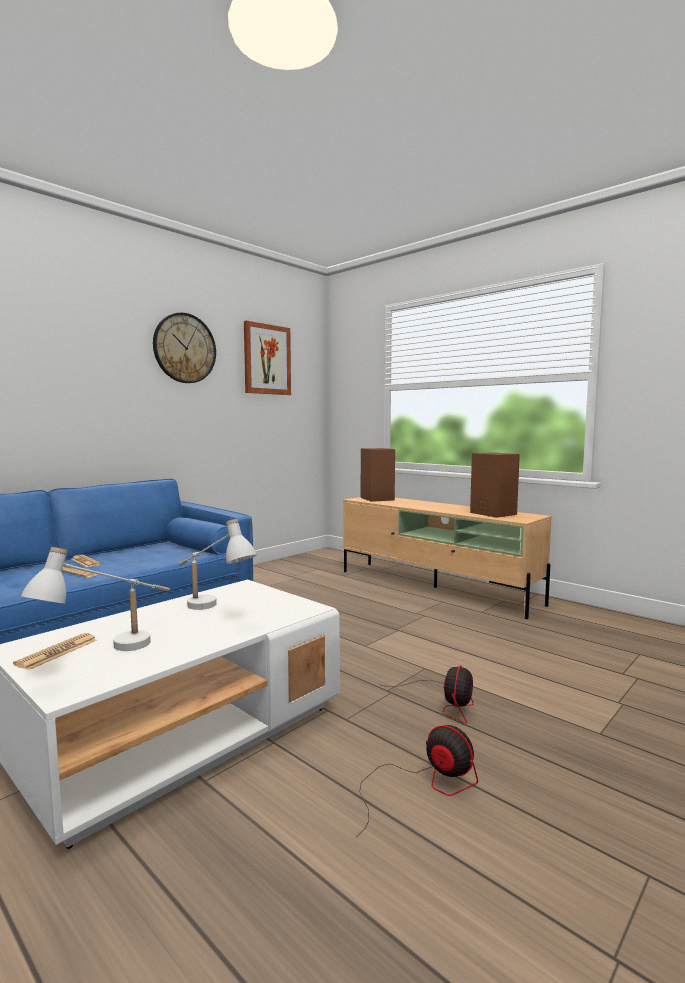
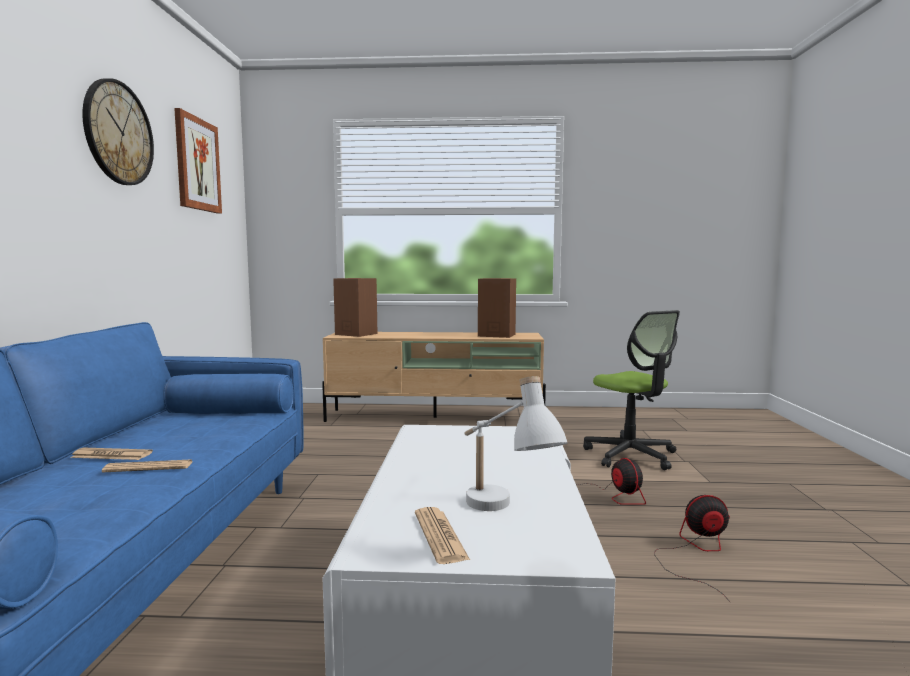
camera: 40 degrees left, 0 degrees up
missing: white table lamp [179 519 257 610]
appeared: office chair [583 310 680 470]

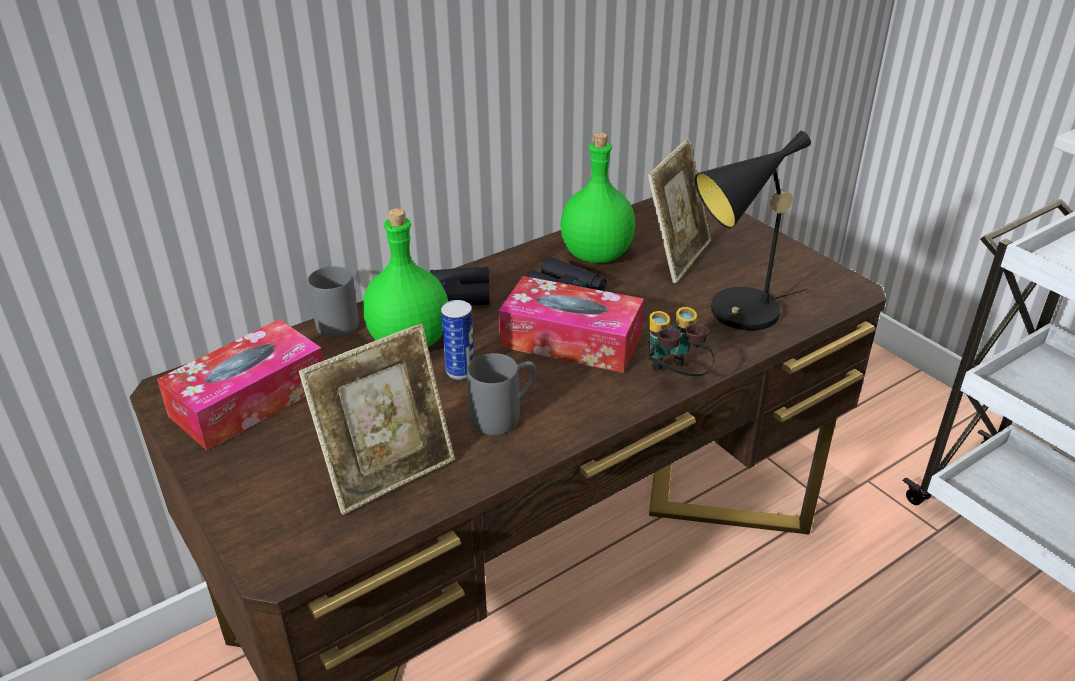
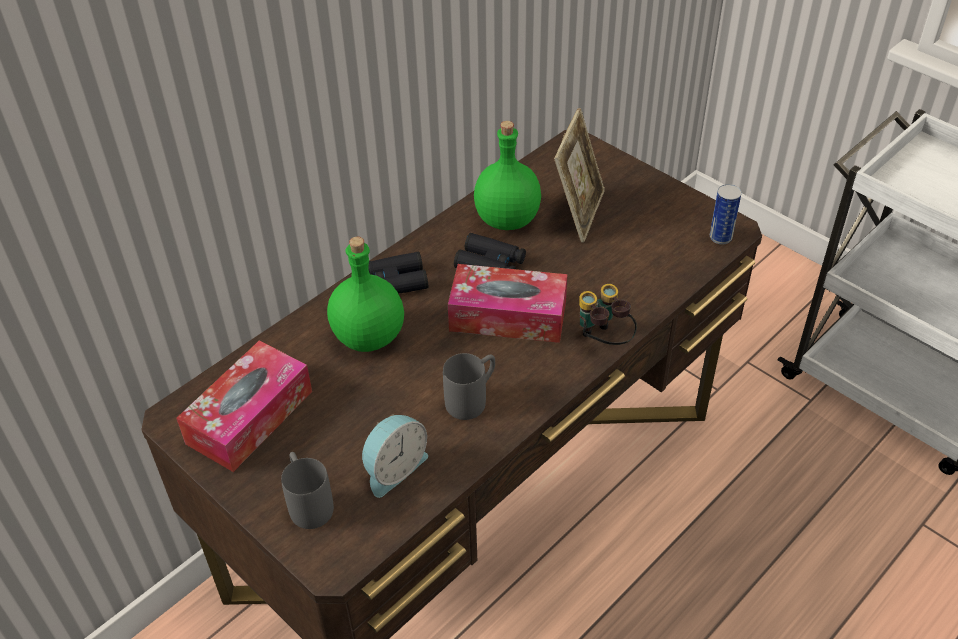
camera: 10 degrees left, 10 degrees up
missing: black table lamp [695 131 811 331]
relocated: grey mug [308 266 359 338] to [281 452 334 529]; can [441 300 474 380] to [710 184 742 245]
exchanged: picture frame [299 324 455 515] to alarm clock [362 414 428 498]

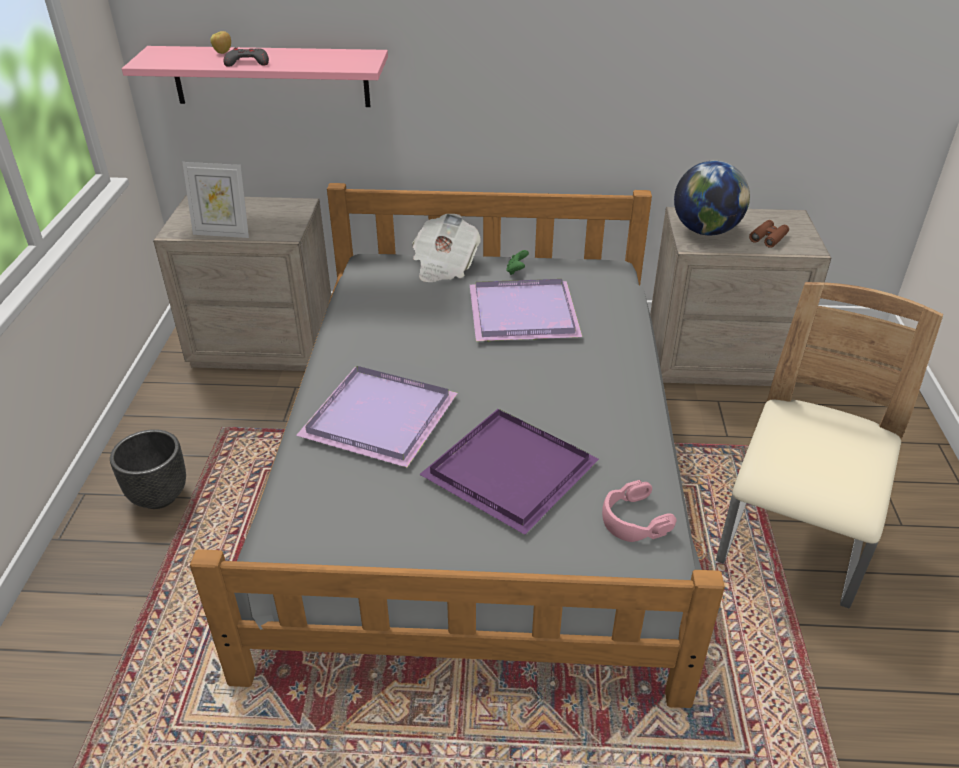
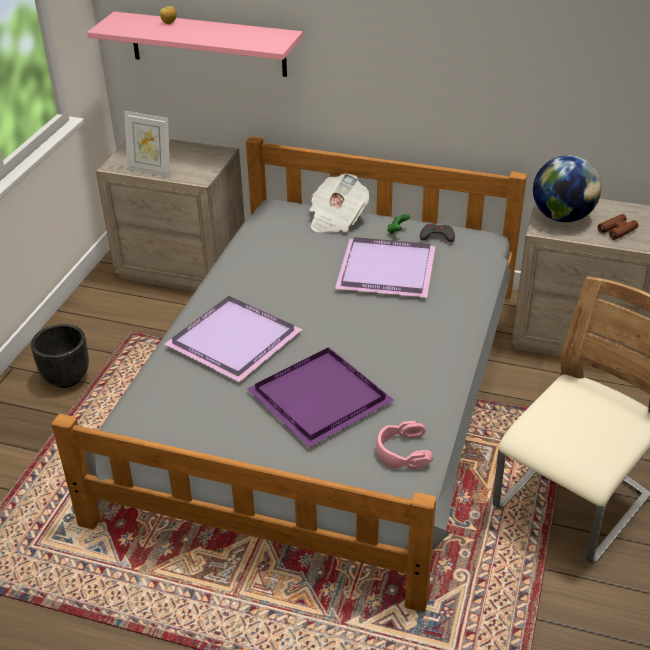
camera: 15 degrees right, 0 degrees up
relocated: grey game controller [224 47 269 67] to [420 224 455 242]

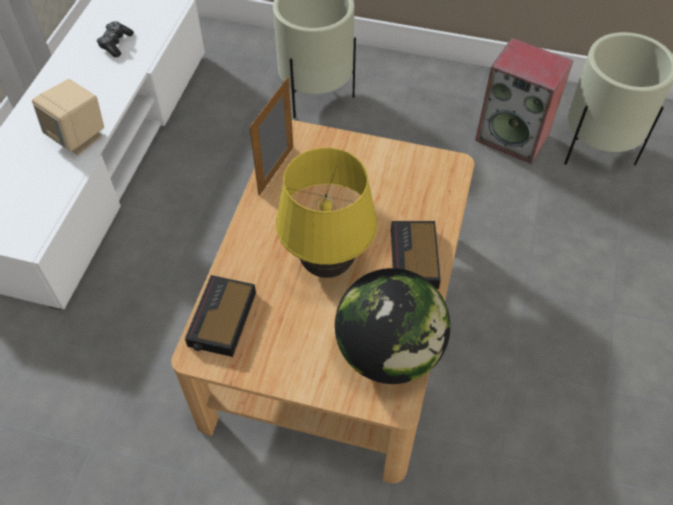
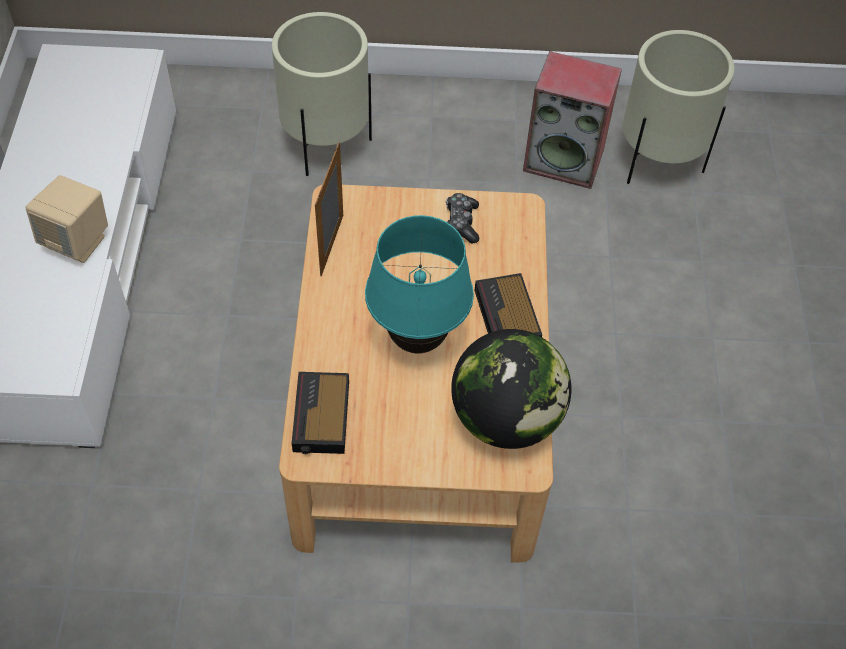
camera: 15 degrees left, 0 degrees up
relocated: game controller [97 21 134 57] to [446 193 479 243]
colour: yellow table lamp [276 147 377 278] to turquoise table lamp [365 215 474 354]

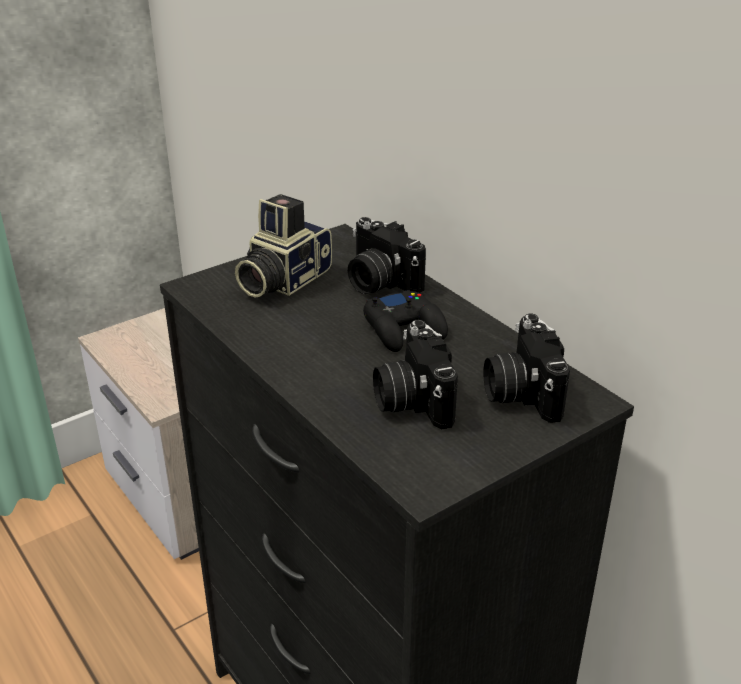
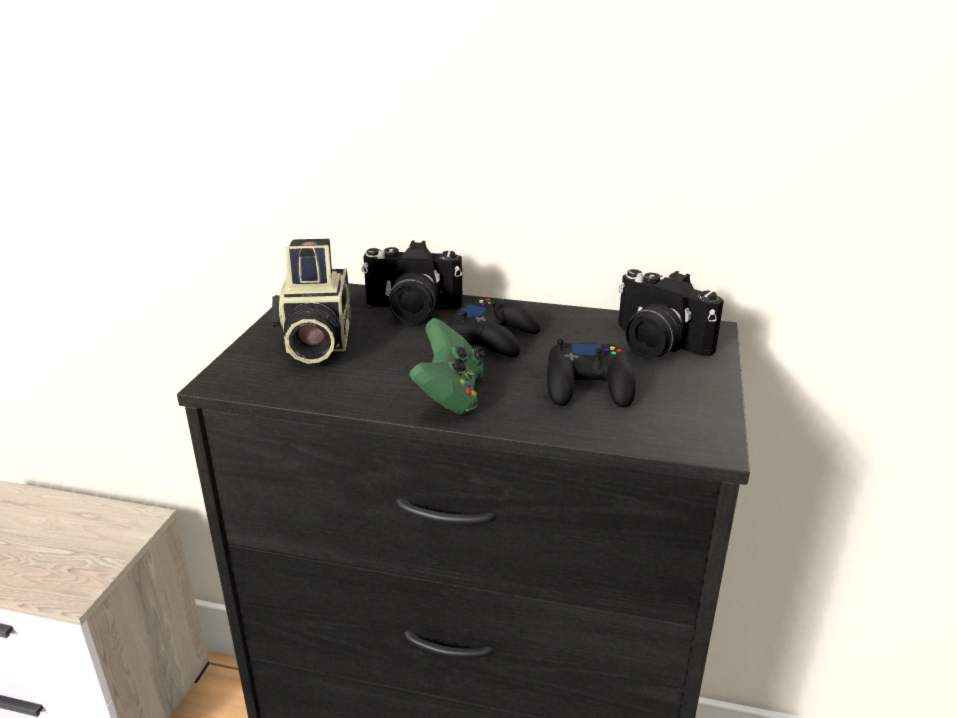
camera: 40 degrees left, 5 degrees down
appeared: green game controller [409 318 485 414]
exchanged: photo camera [373 320 458 429] to black game controller [547 339 636 408]

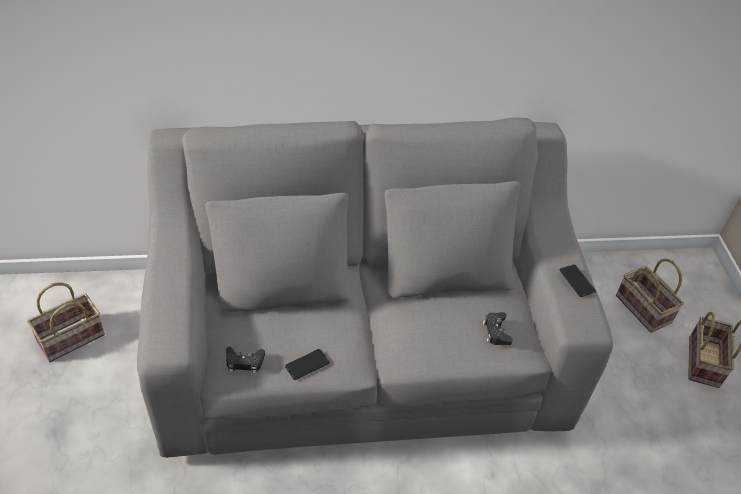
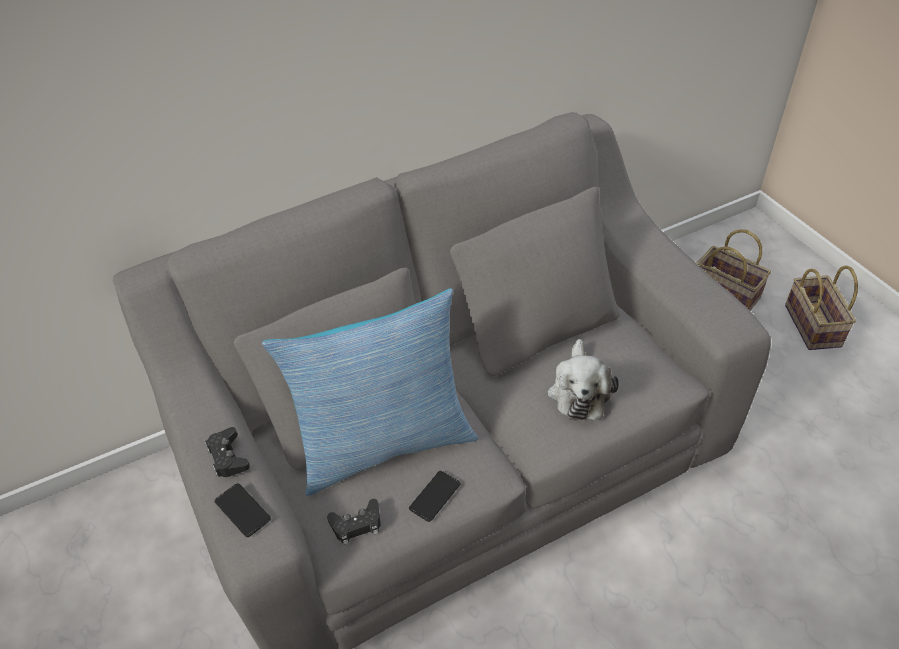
camera: 15 degrees left, 0 degrees up
missing: basket [27 283 105 362]
appeared: pillow [262 288 478 496]; plush toy [548 339 619 420]
relocated: phone [559 264 596 297] to [215 483 271 537]; black game controller [483 312 513 345] to [205 427 250 477]

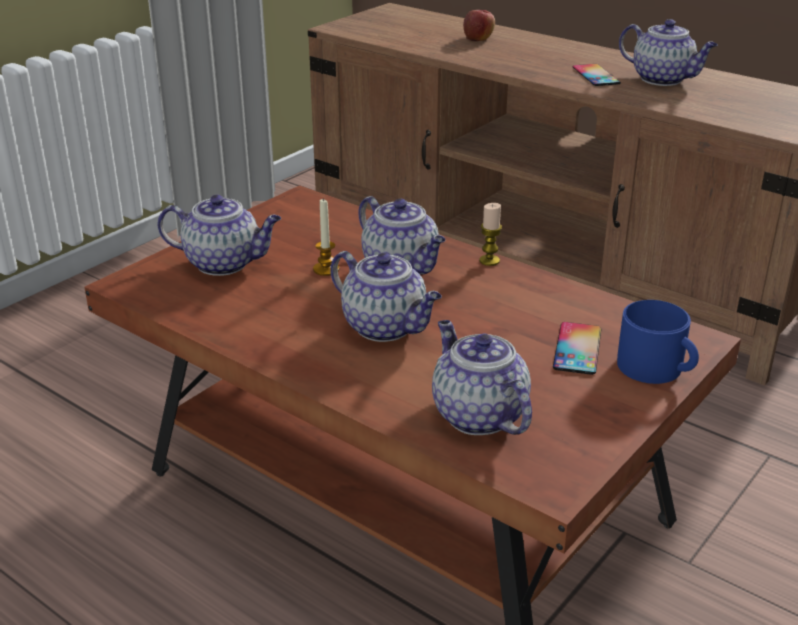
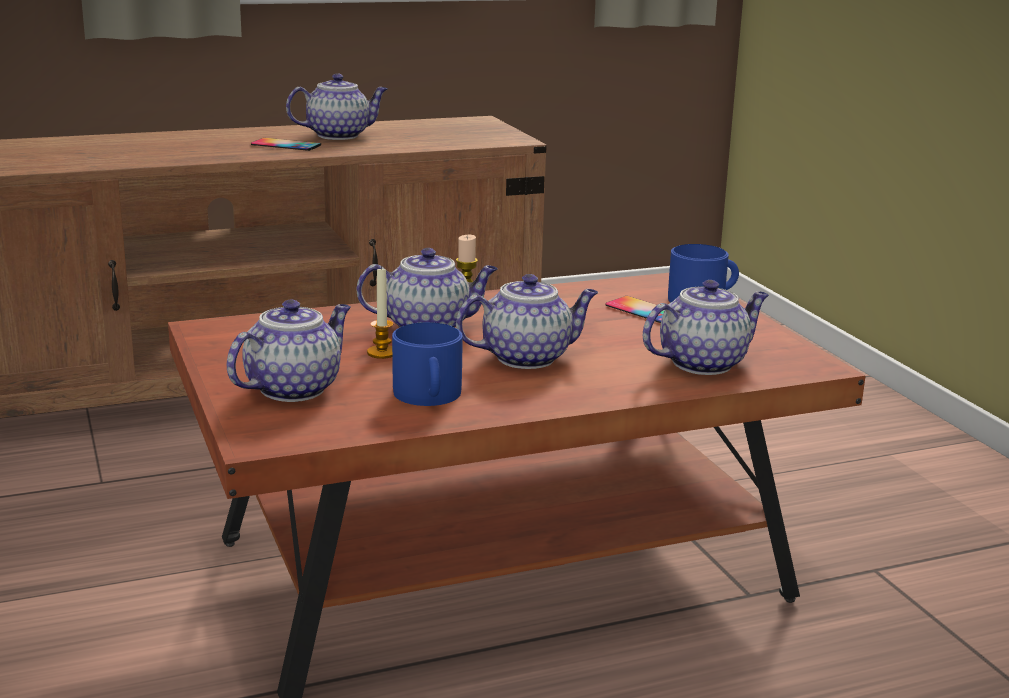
camera: 60 degrees left, 10 degrees down
missing: apple [463 10 495 41]
appeared: blue mug [392 322 463 406]
spun: teapot [432 320 532 435] = [643 280 769 375] 150 degrees clockwise

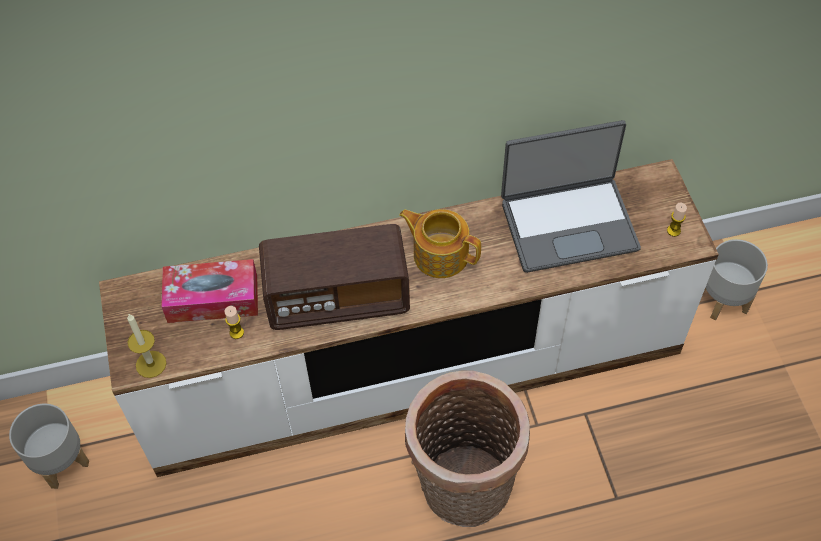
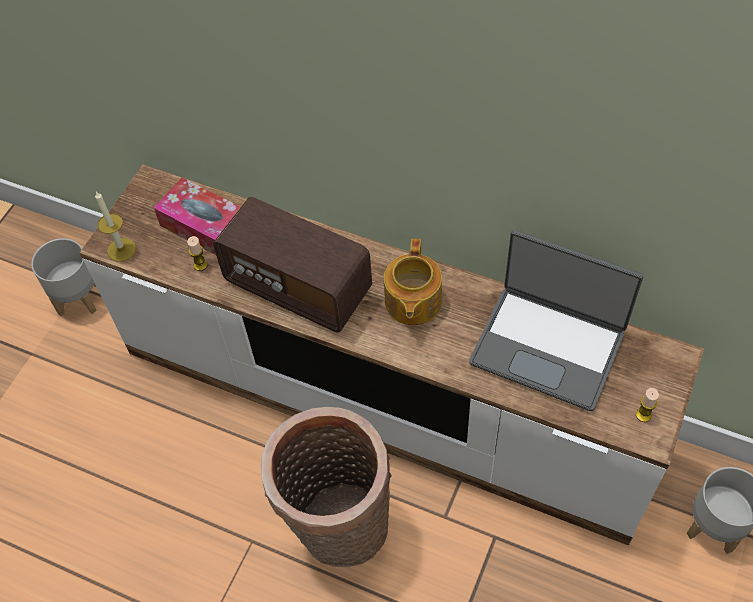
camera: 40 degrees right, 0 degrees up
spun: teapot [399 209 481 278] = [384 239 442 325] 150 degrees counterclockwise

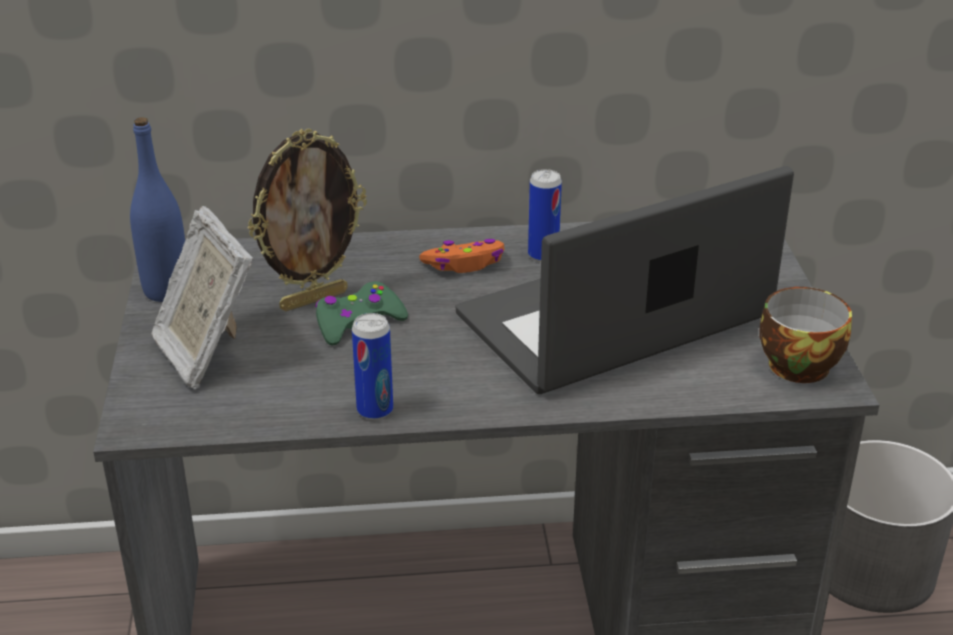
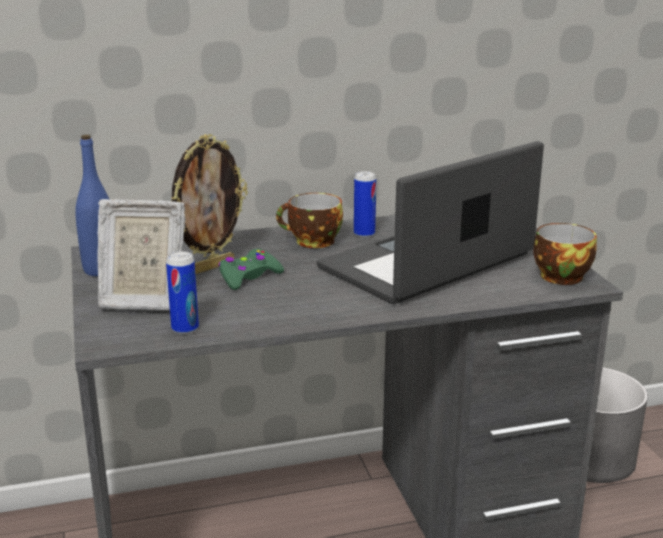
camera: 10 degrees left, 10 degrees down
relocated: can [352 313 393 420] to [166 251 199 334]
exchanged: orange game controller [419 239 505 273] to cup [276 193 343 248]
spun: picture frame [151 206 253 389] = [97 199 186 311] 45 degrees counterclockwise

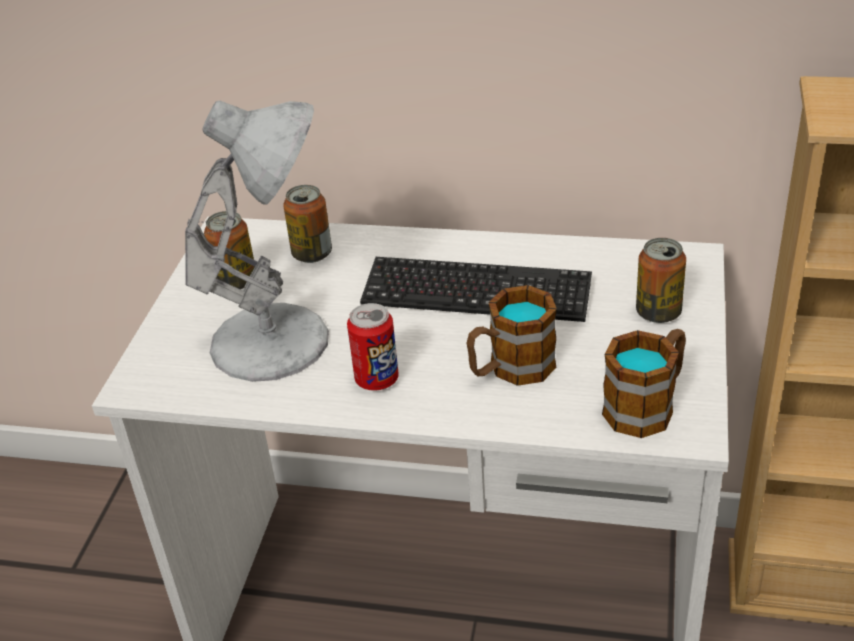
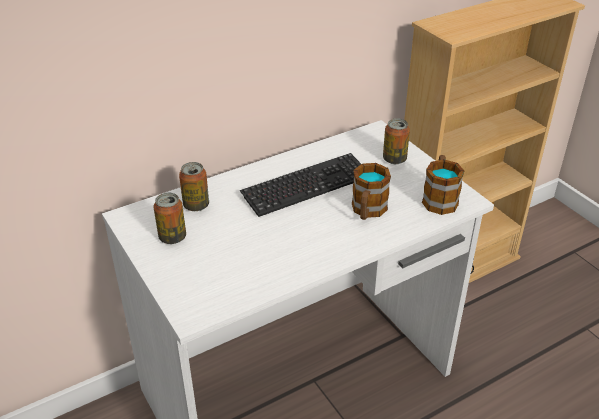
camera: 45 degrees left, 0 degrees up
missing: white table lamp [185 101 329 382]; can [347 303 399 391]

